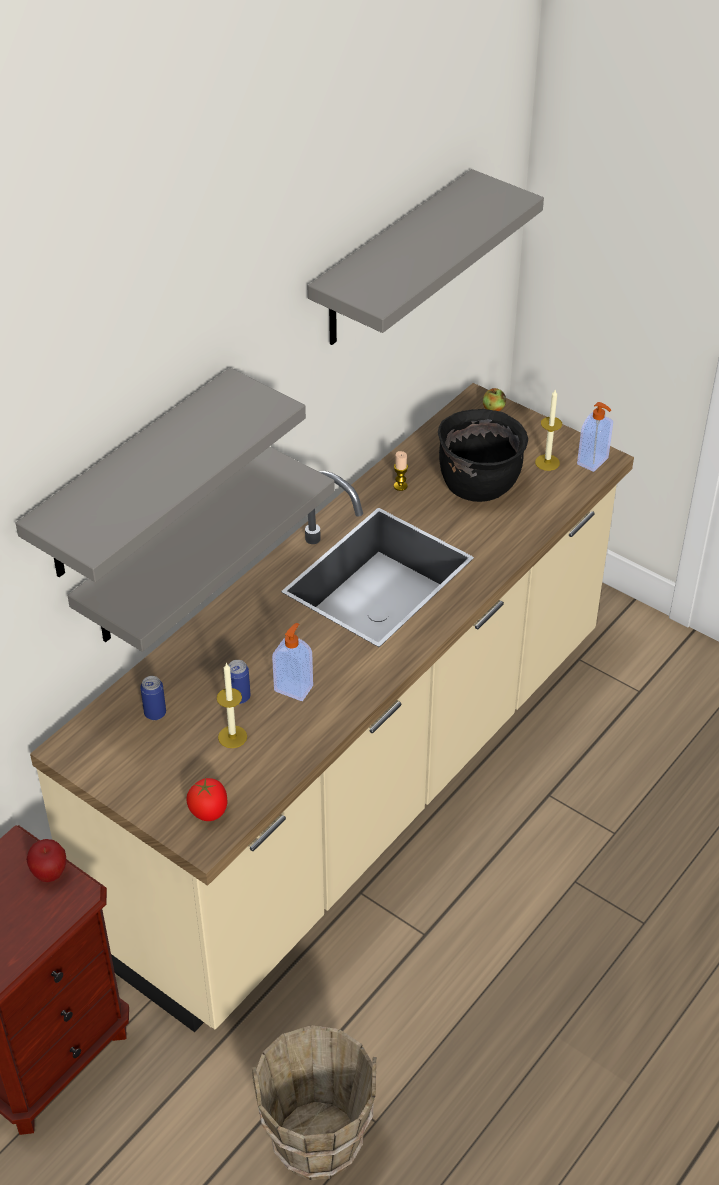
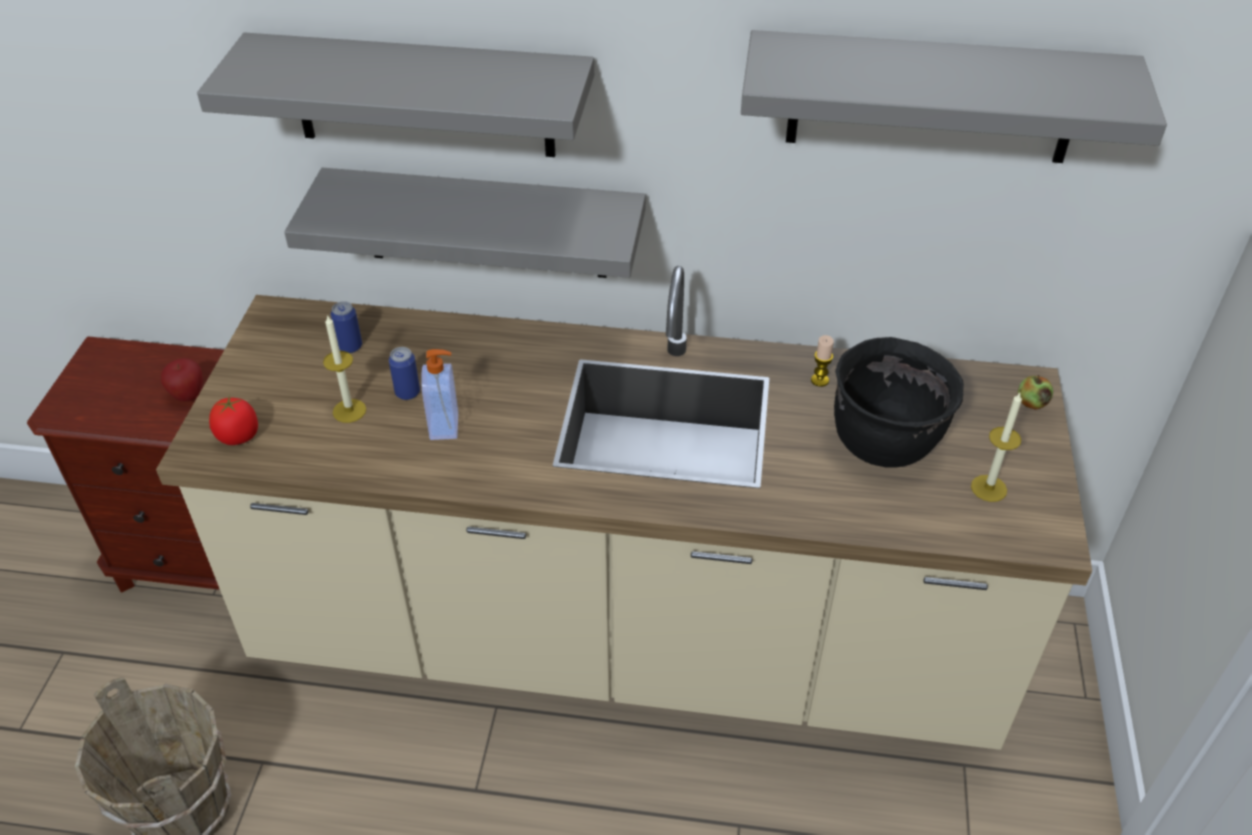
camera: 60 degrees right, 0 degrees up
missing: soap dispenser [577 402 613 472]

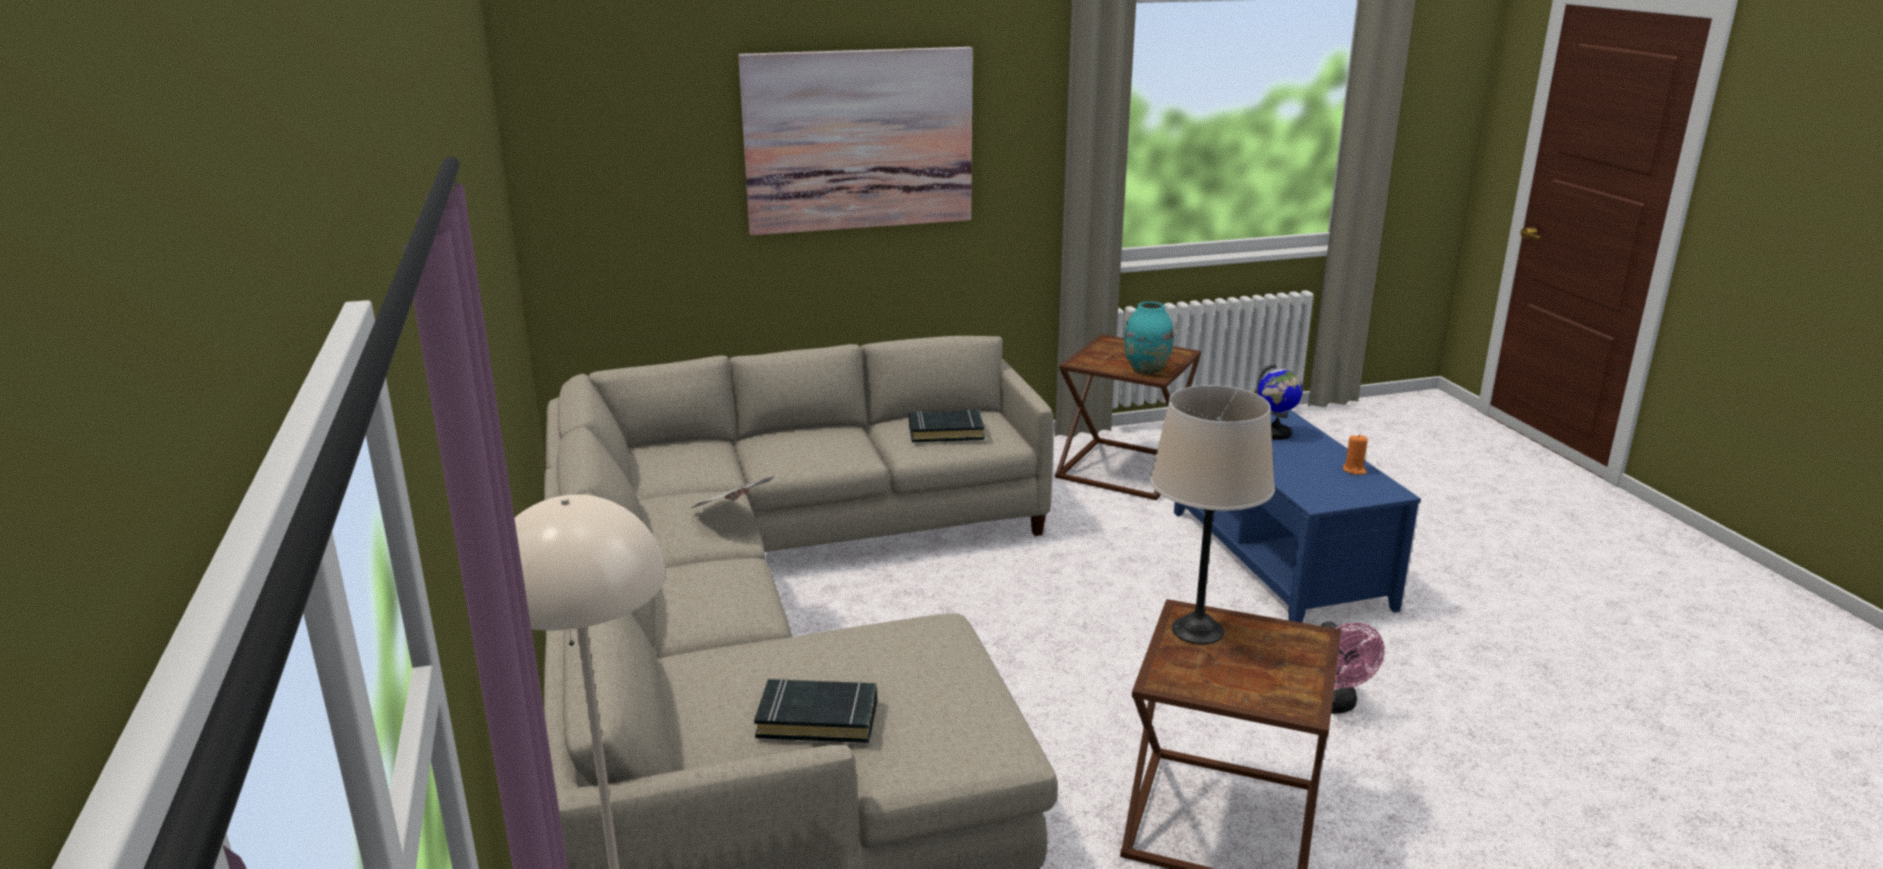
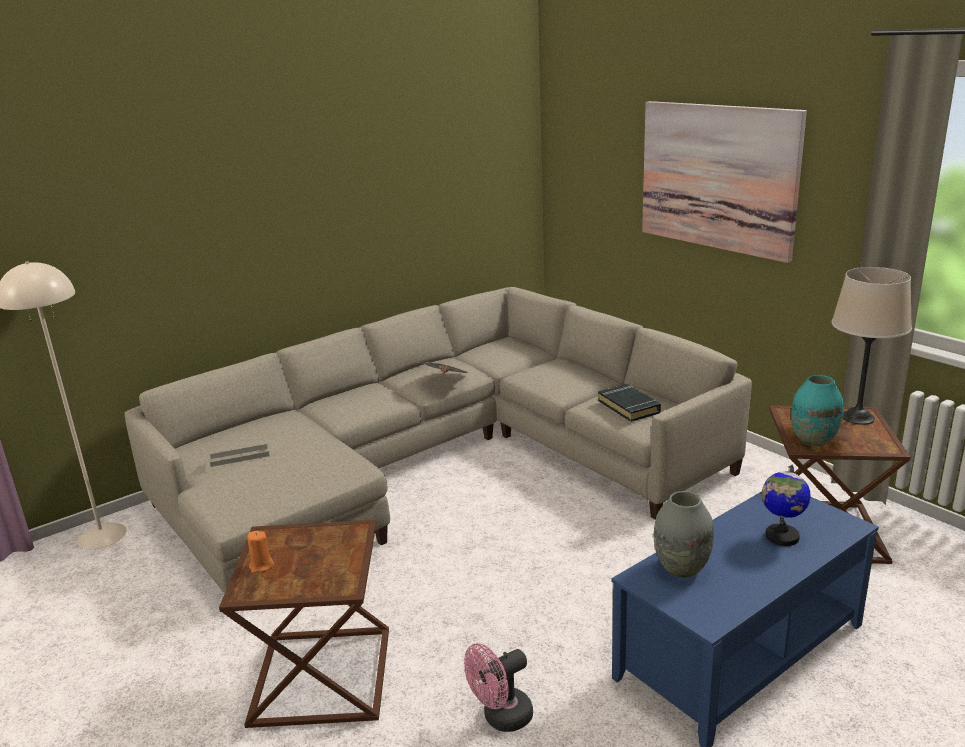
camera: 70 degrees right, 0 degrees up
appeared: grey vase [654 491 714 578]
relocated: beige table lamp [1150 385 1275 644] to [831 267 912 425]; orange candle [1343 434 1368 475] to [247 531 274 573]
exchanged: black book [754 677 877 743] to grey tray [209 443 270 467]

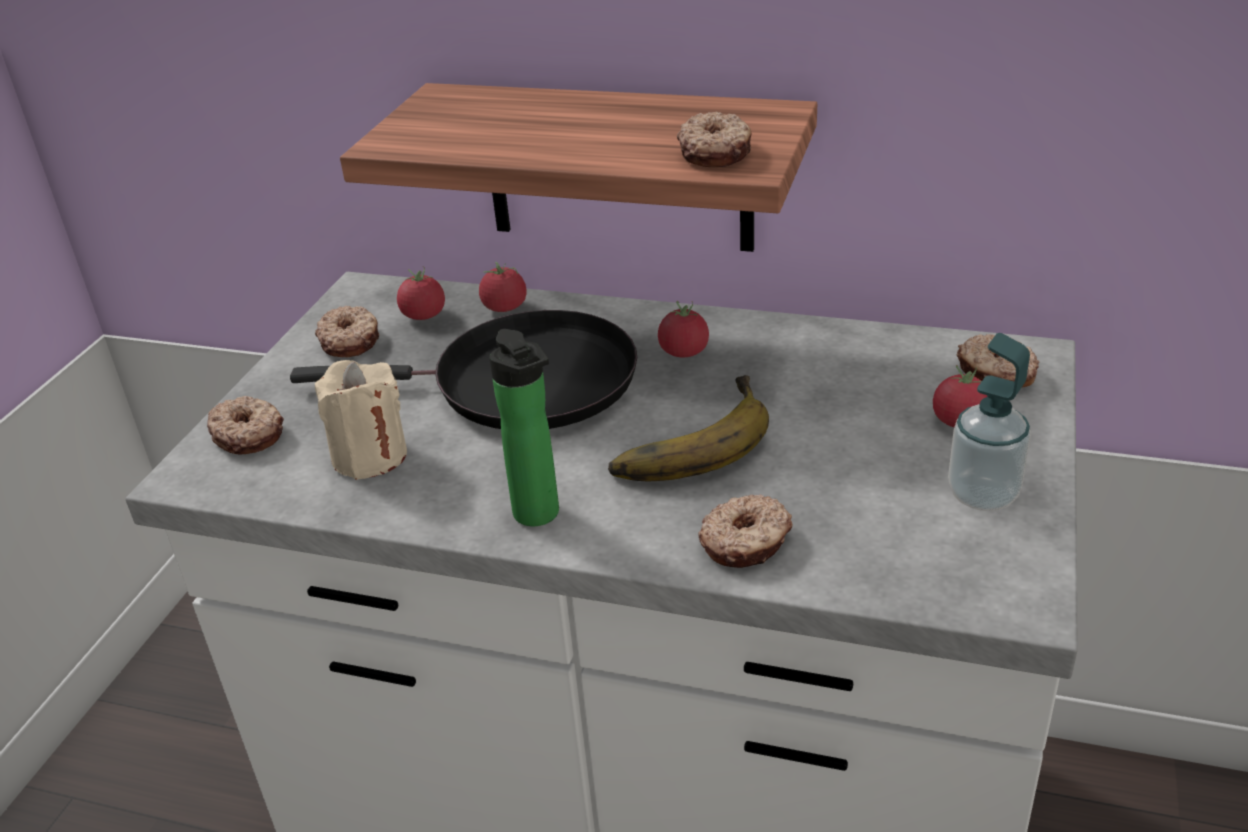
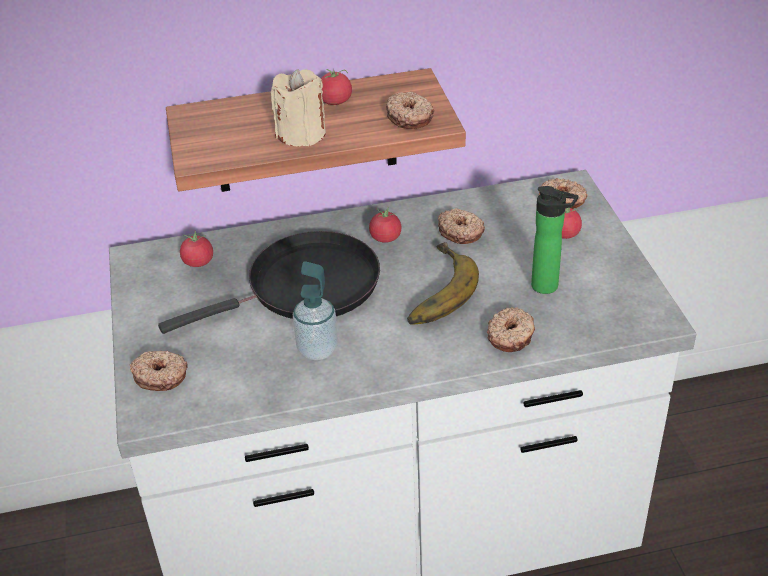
camera: 30 degrees left, 5 degrees up
relocated: tomato [479 262 526 312] to [321 69 352 105]; donut [315 306 379 357] to [438 208 485 244]; bottle [489 329 559 526] to [531 186 578 294]; soap dispenser [948 333 1031 511] to [293 261 338 360]; beige candle [315 360 407 480] to [271 69 326 146]

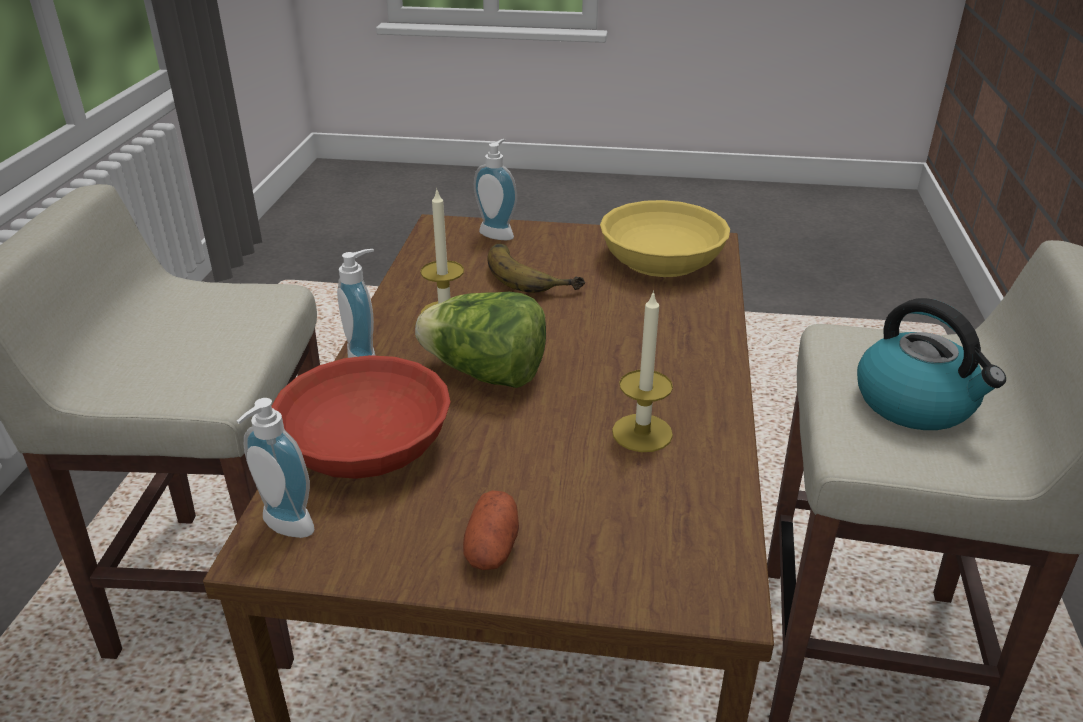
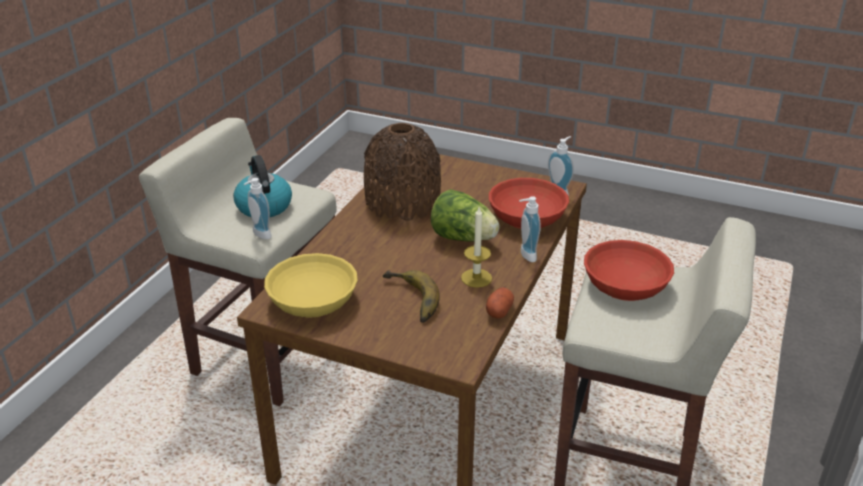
camera: 165 degrees left, 0 degrees up
appeared: red bowl [584 240 674 301]
relocated: soap dispenser [474 139 517 240] to [244 178 272 239]; potato [463 490 519 570] to [486 287 514 319]
exchanged: candle [612 290 673 452] to brown vase [364 123 441 221]

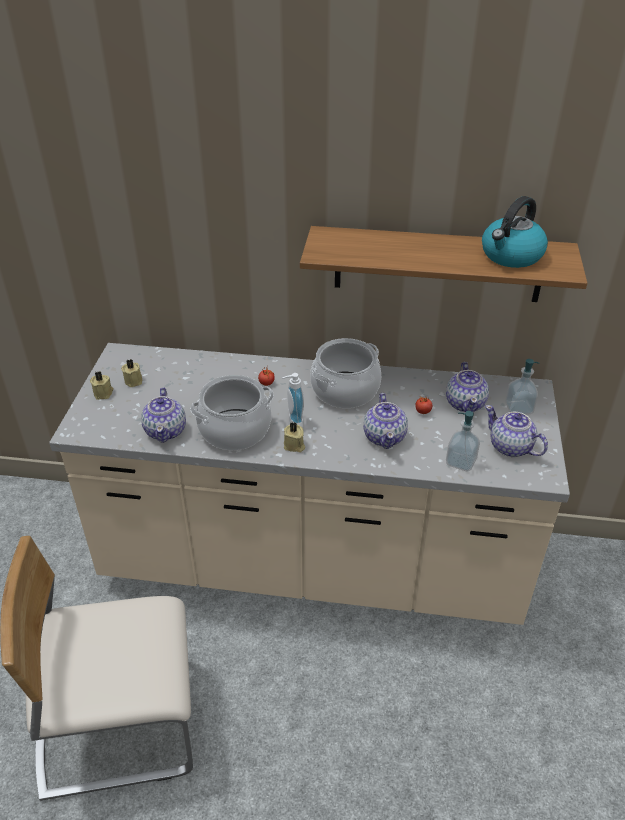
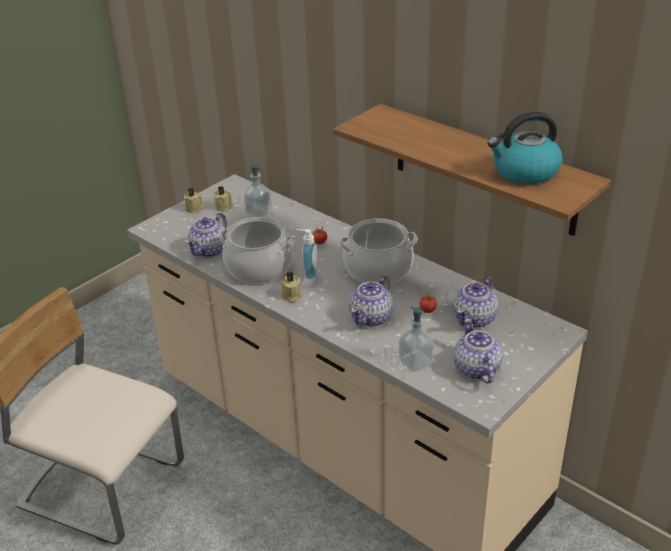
camera: 35 degrees right, 5 degrees down
relocated: soap dispenser [505 359 540 415] to [244 164 272 217]

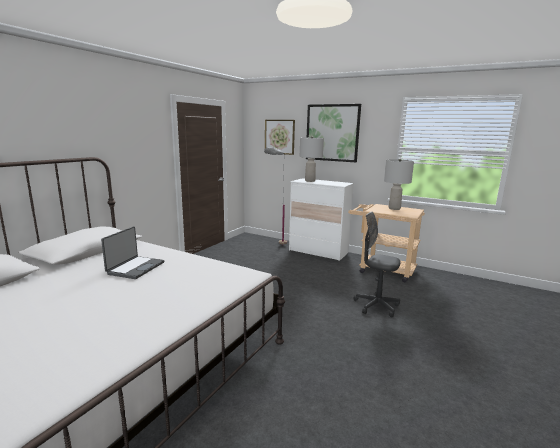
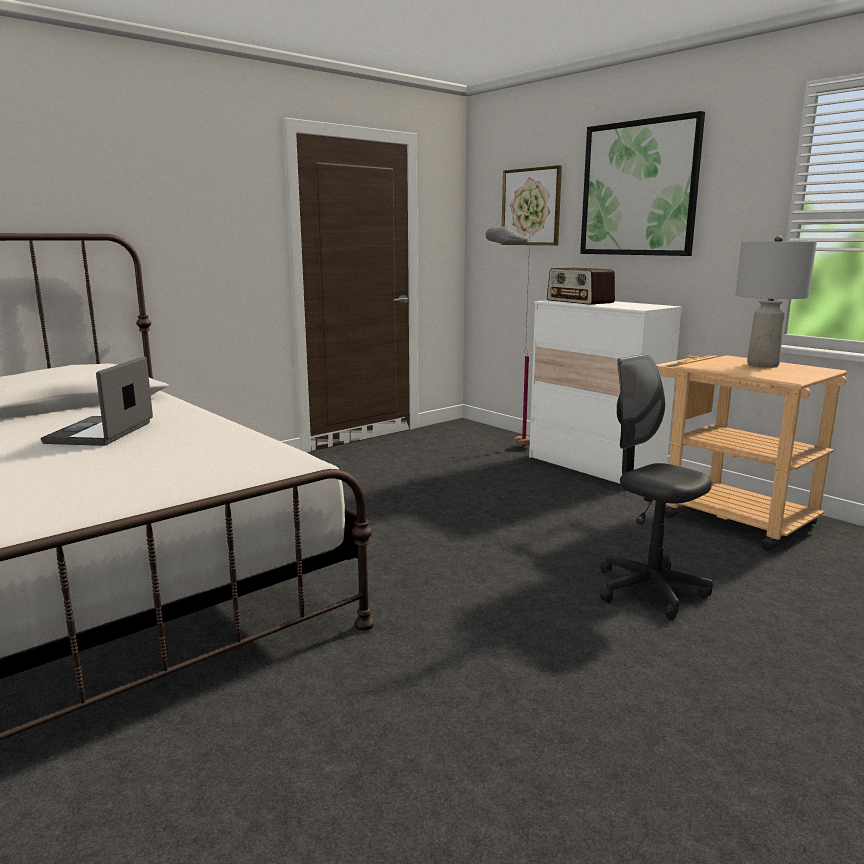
camera: 20 degrees right, 0 degrees up
exchanged: grey table lamp [300 136 324 182] to radio [547 268 615 305]
spun: laptop [101 227 164 279] = [41 357 153 446] 150 degrees clockwise

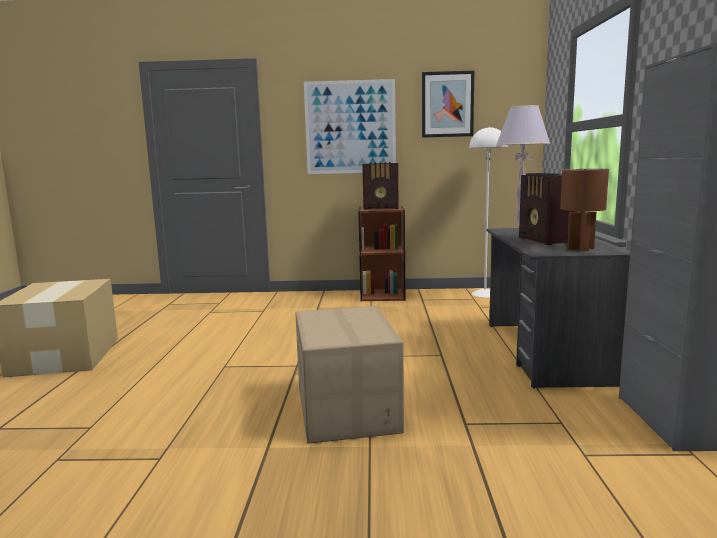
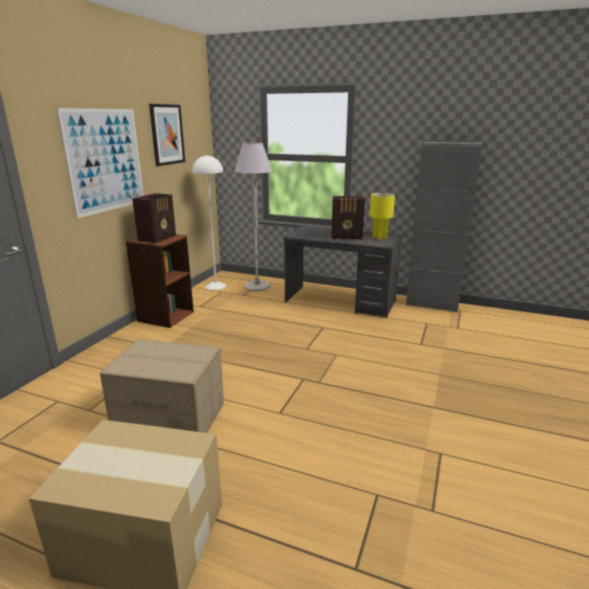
camera: 70 degrees left, 10 degrees up
relocated: cardboard box [295 306 404 444] to [100 339 224 433]
colour: brown table lamp [560 169 609 251] to yellow table lamp [370 193 395 240]

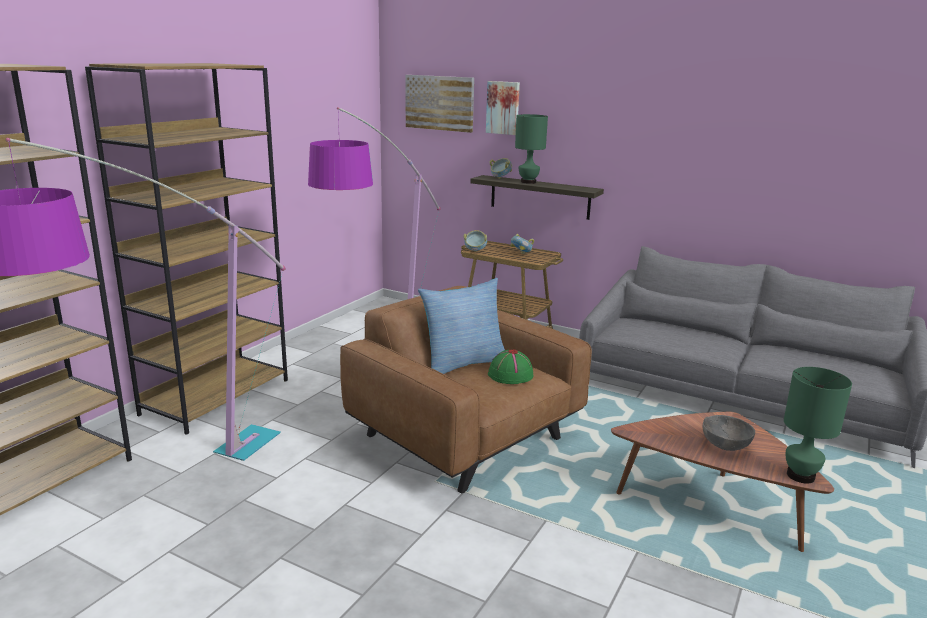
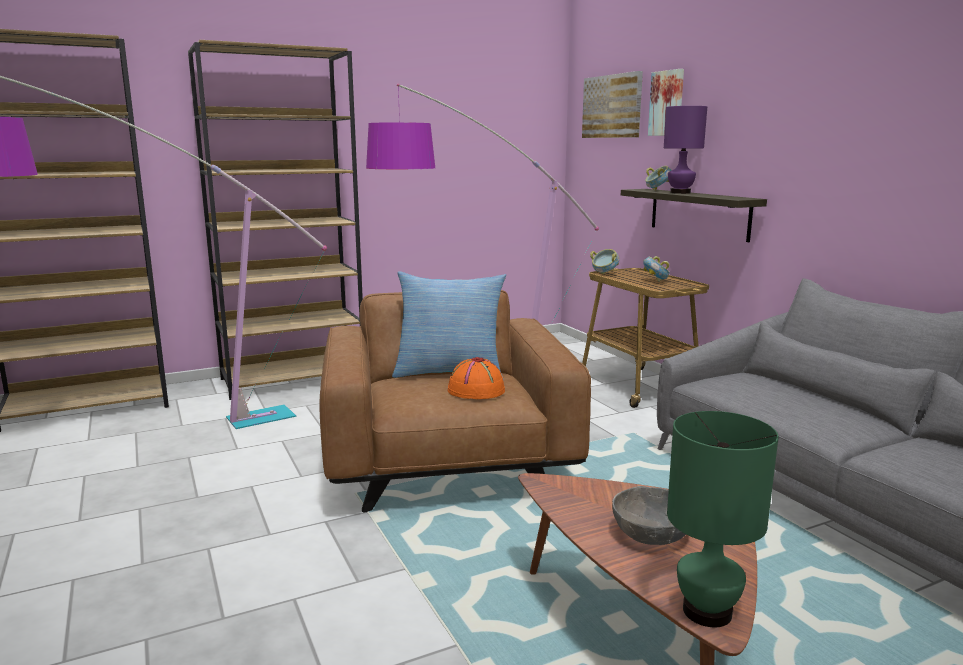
camera: 35 degrees right, 5 degrees down
colour: green table lamp [515 114 548 184] to purple table lamp [664 106 707 194]; green hat [488 350 534 384] to orange hat [447 357 505 399]

